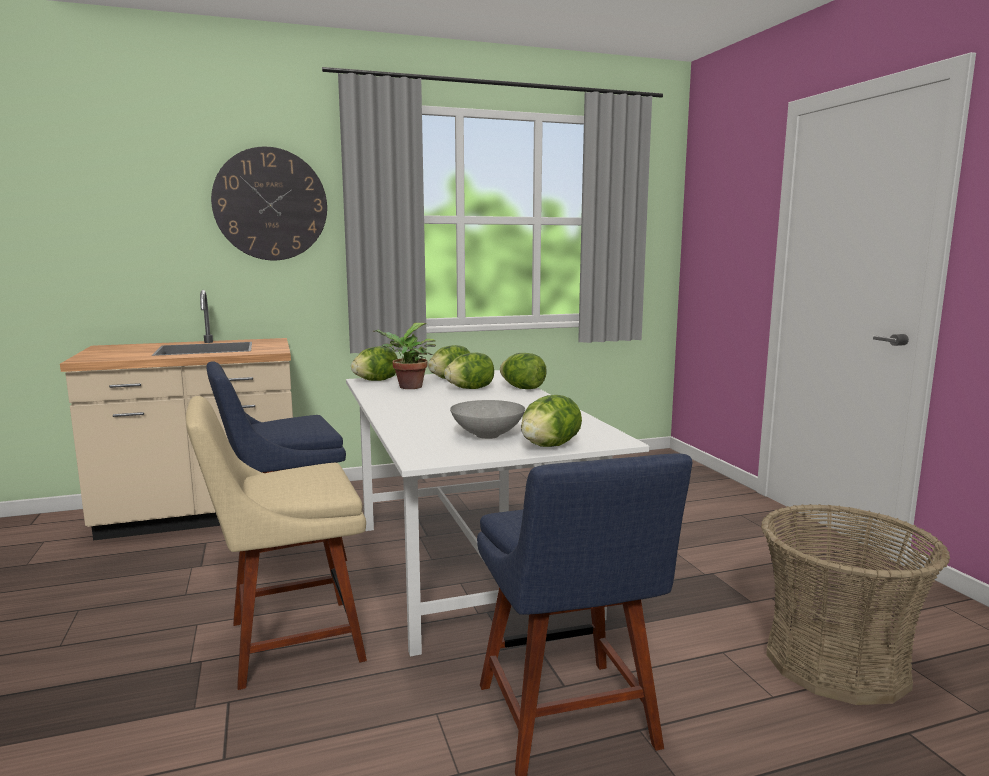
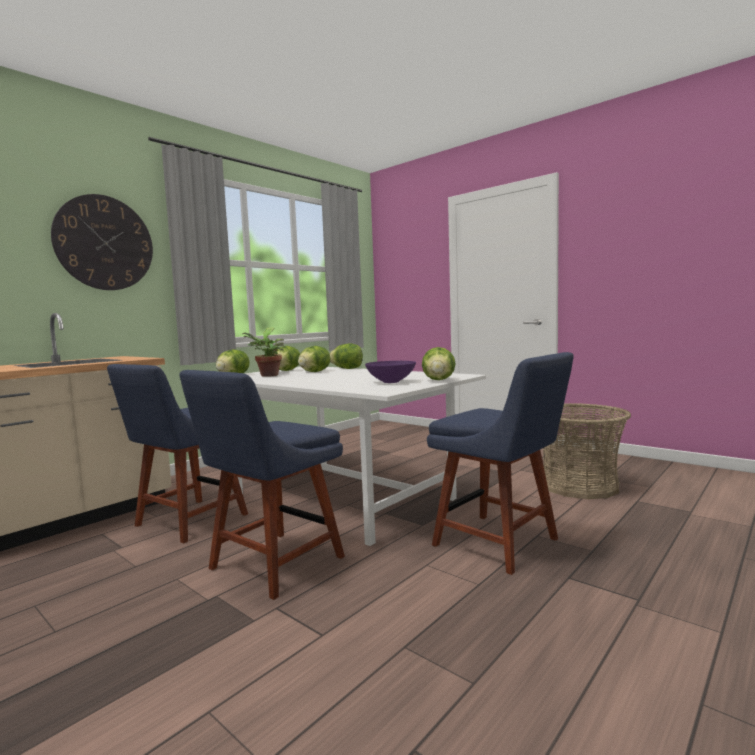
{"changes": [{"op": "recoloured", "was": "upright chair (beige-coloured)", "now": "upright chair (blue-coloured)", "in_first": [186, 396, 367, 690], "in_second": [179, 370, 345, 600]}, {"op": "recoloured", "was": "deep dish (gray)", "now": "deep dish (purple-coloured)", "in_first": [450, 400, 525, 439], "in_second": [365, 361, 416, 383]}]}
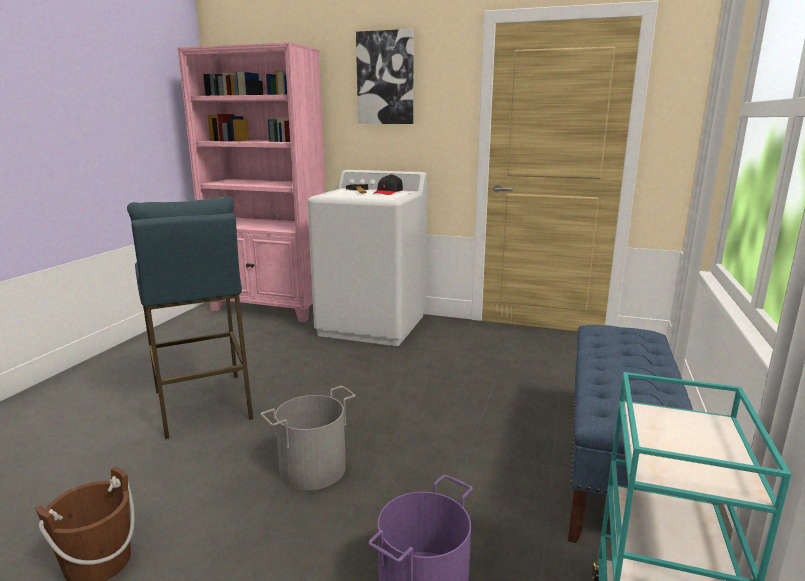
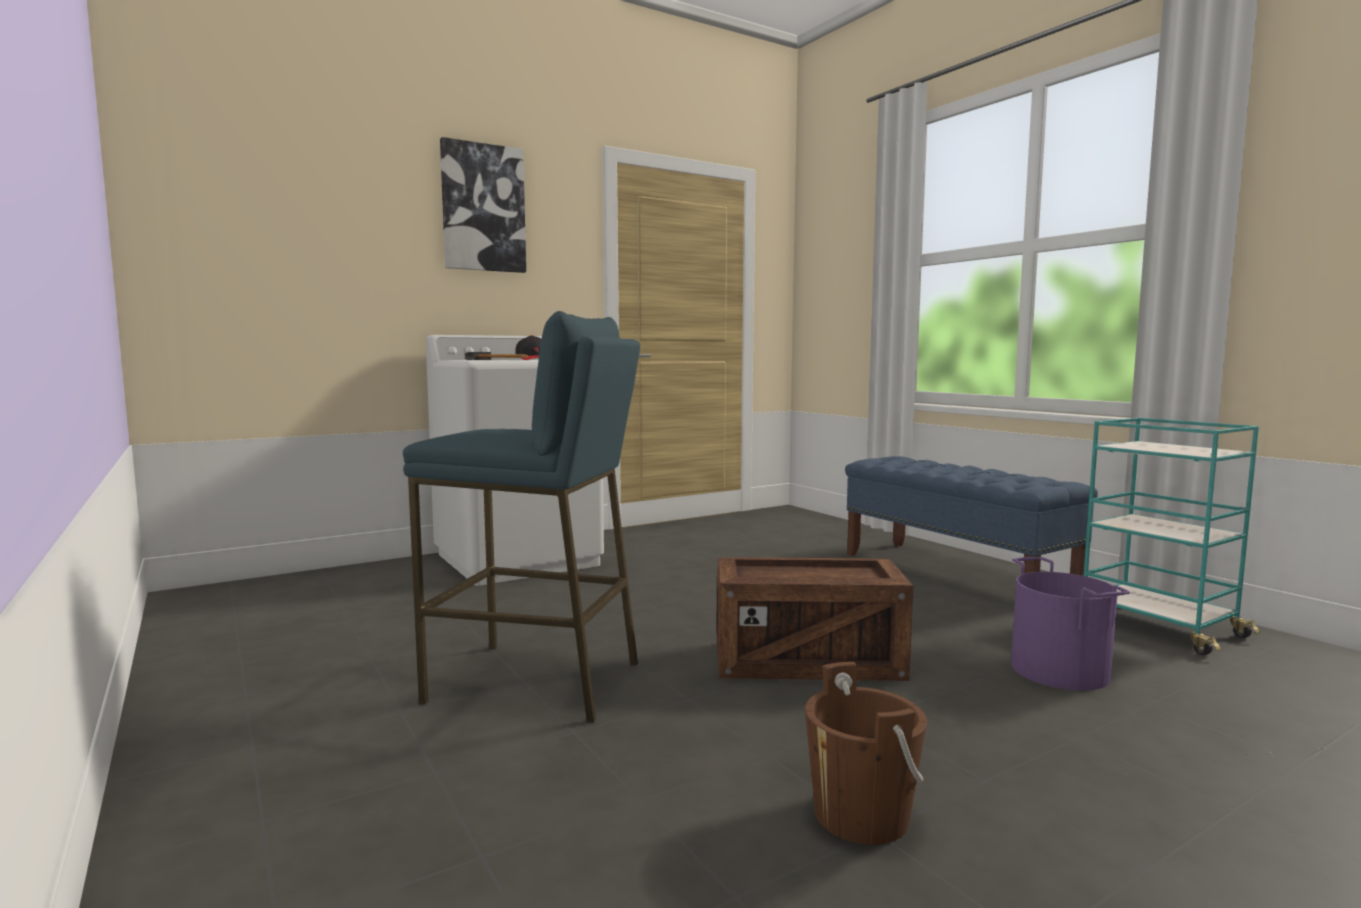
{"changes": [{"op": "removed", "was": "bookshelf (pinkish)", "in_first": [177, 42, 325, 322]}, {"op": "replaced", "was": "bucket (gray)", "now": "shipping crate", "in_first": [261, 386, 356, 490], "in_second": [716, 557, 913, 681]}]}
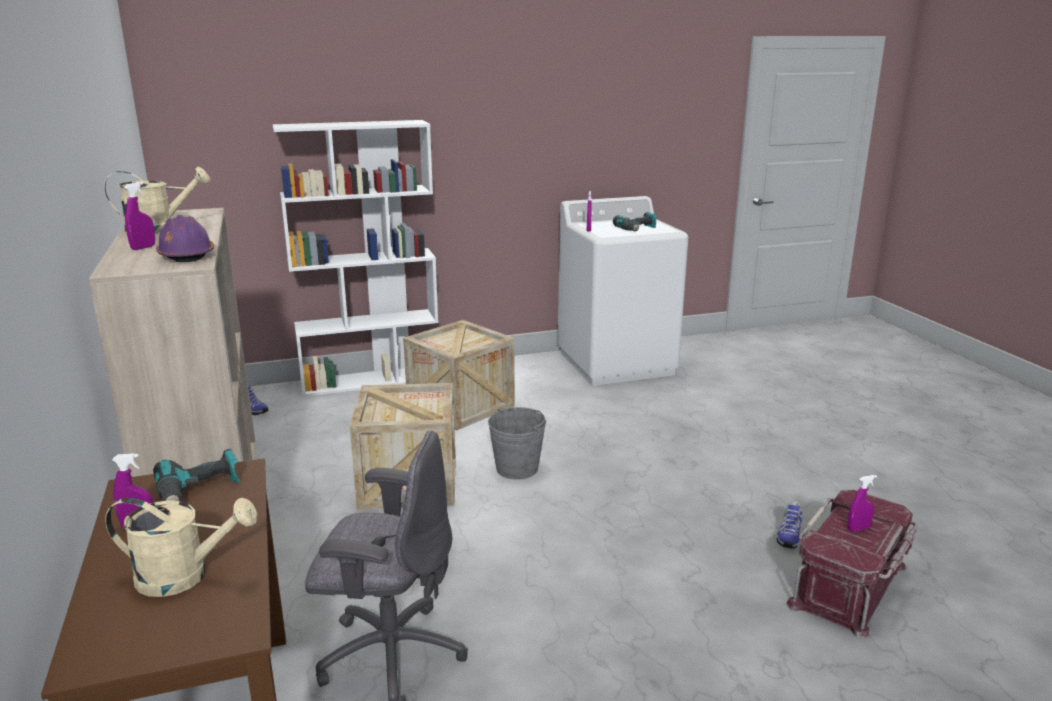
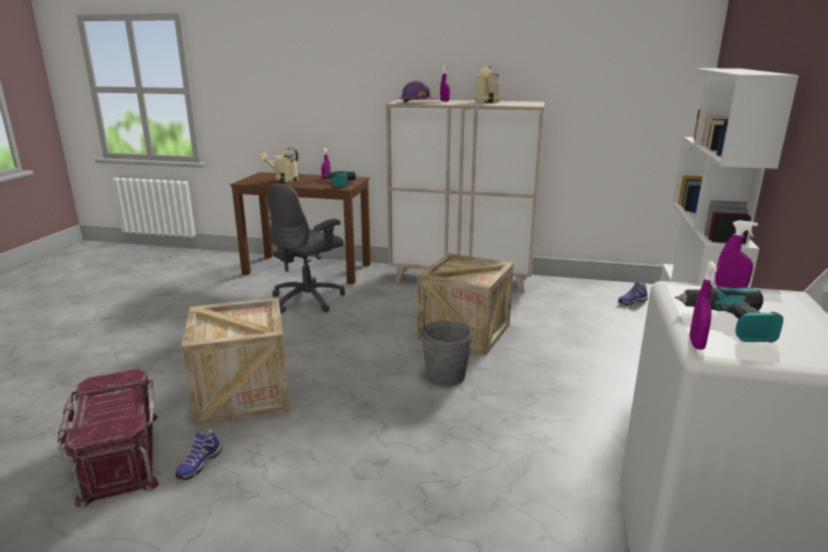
{"changes": [{"op": "moved", "was": "shipping crate", "in_first": [403, 320, 515, 431], "in_second": [181, 298, 290, 426]}, {"op": "moved", "was": "hand sprayer (purple-coloured)", "in_first": [848, 475, 877, 531], "in_second": [689, 261, 717, 350]}, {"op": "turned", "was": "shoe", "in_first": [776, 501, 802, 549], "in_second": [175, 429, 222, 480], "clockwise": -120}]}
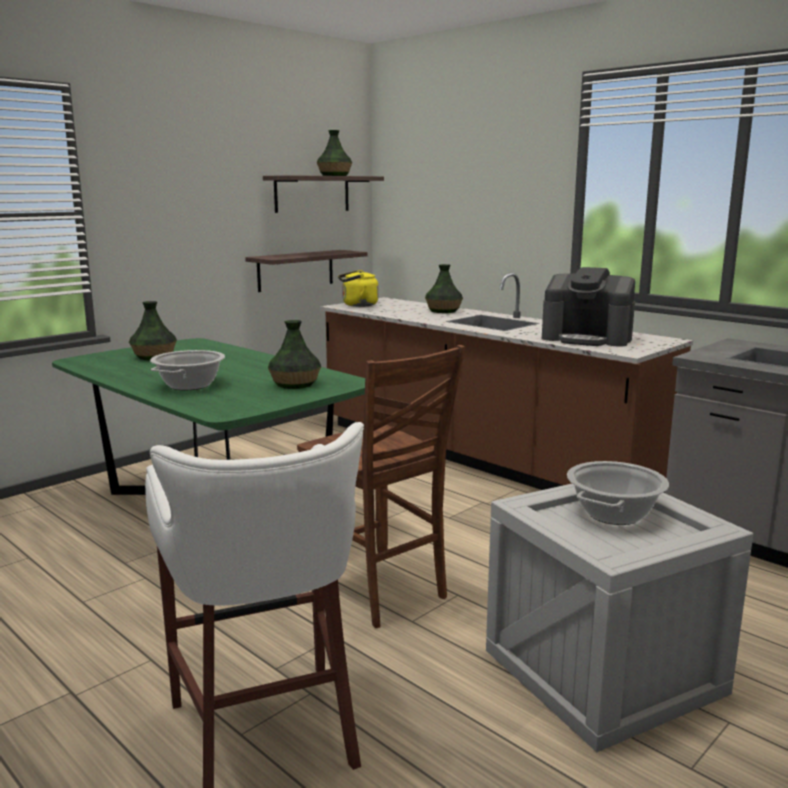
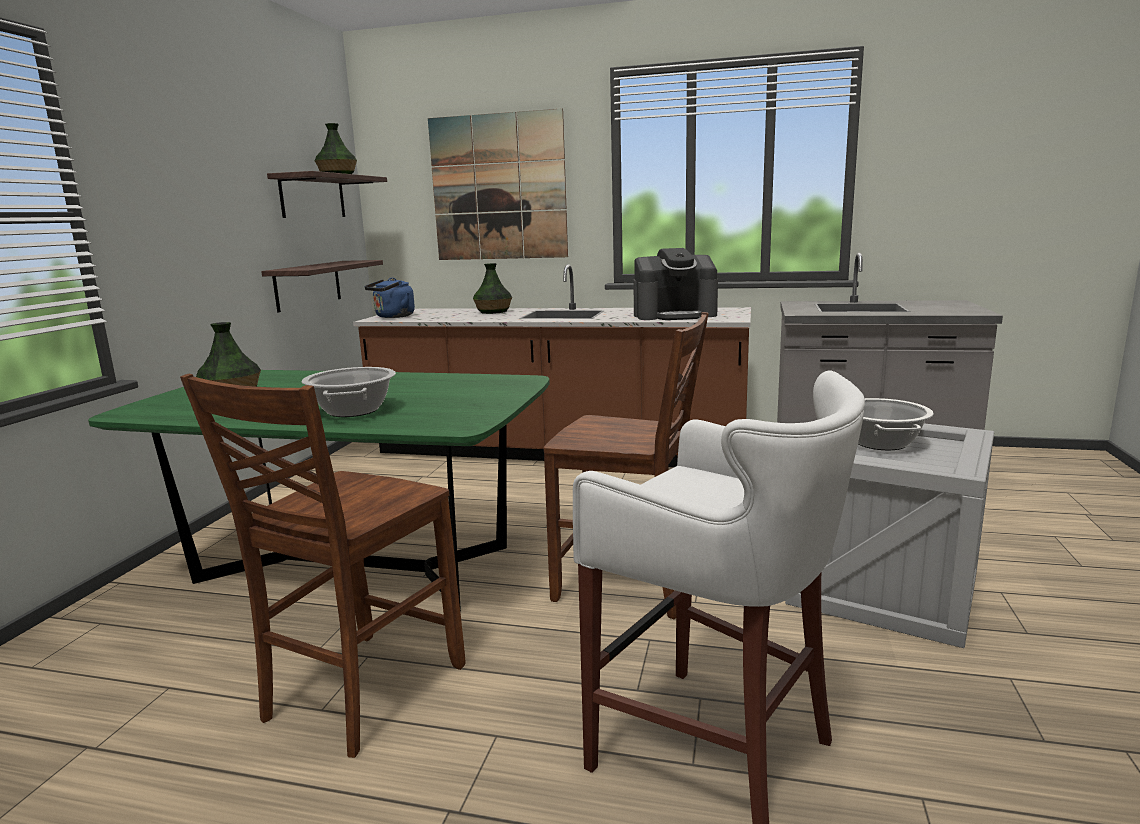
{"changes": [{"op": "recoloured", "was": "kettle (yellowish)", "now": "kettle (blue-coloured)", "in_first": [338, 270, 378, 307], "in_second": [364, 278, 415, 318]}, {"op": "removed", "was": "decorative vase", "in_first": [268, 320, 321, 389]}, {"op": "added", "now": "picture", "in_second": [428, 108, 568, 260]}, {"op": "added", "now": "upright chair (brownish)", "in_second": [180, 374, 465, 758]}]}
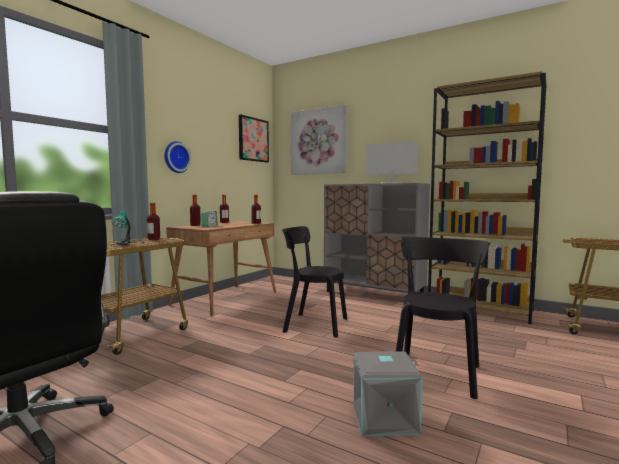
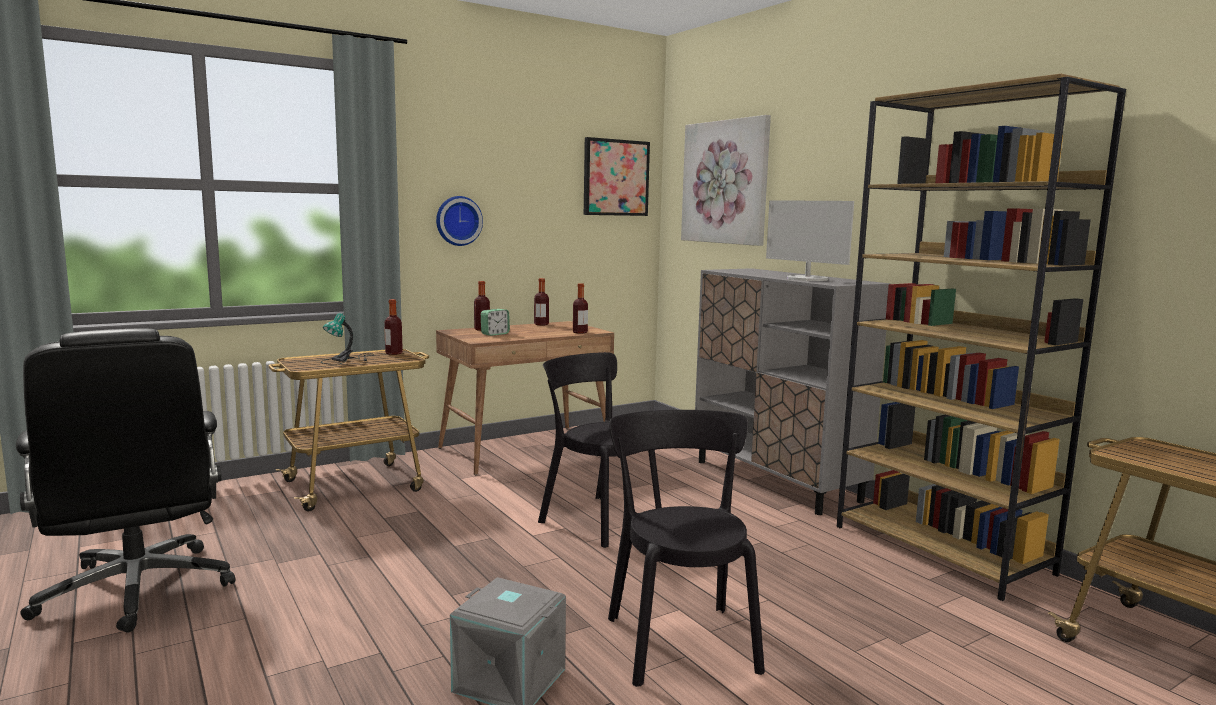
{"changes": [{"op": "turned", "was": "upright chair (black-coloured)", "in_first": [396, 237, 489, 399], "in_second": [608, 410, 765, 687], "clockwise": -60}]}
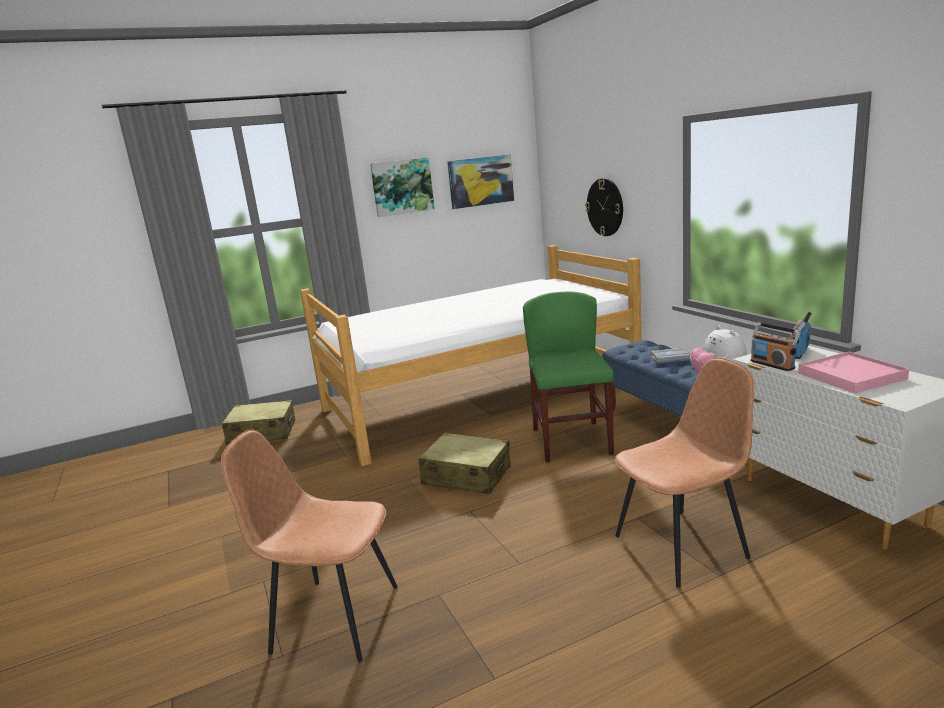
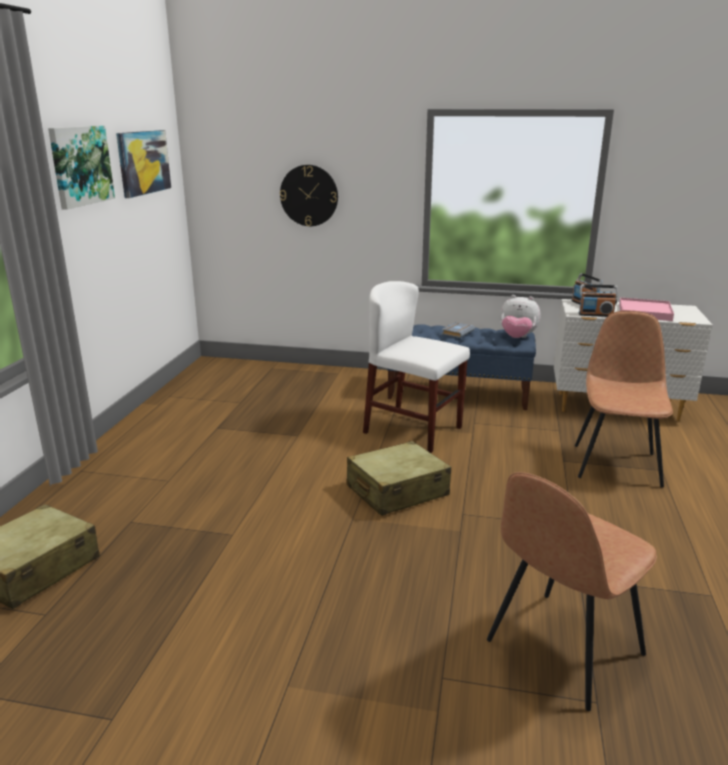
{"changes": [{"op": "removed", "was": "sleeping bed", "in_first": [300, 245, 642, 466]}, {"op": "recoloured", "was": "upright chair (green)", "now": "upright chair (white)", "in_first": [523, 291, 614, 463], "in_second": [363, 281, 470, 453]}]}
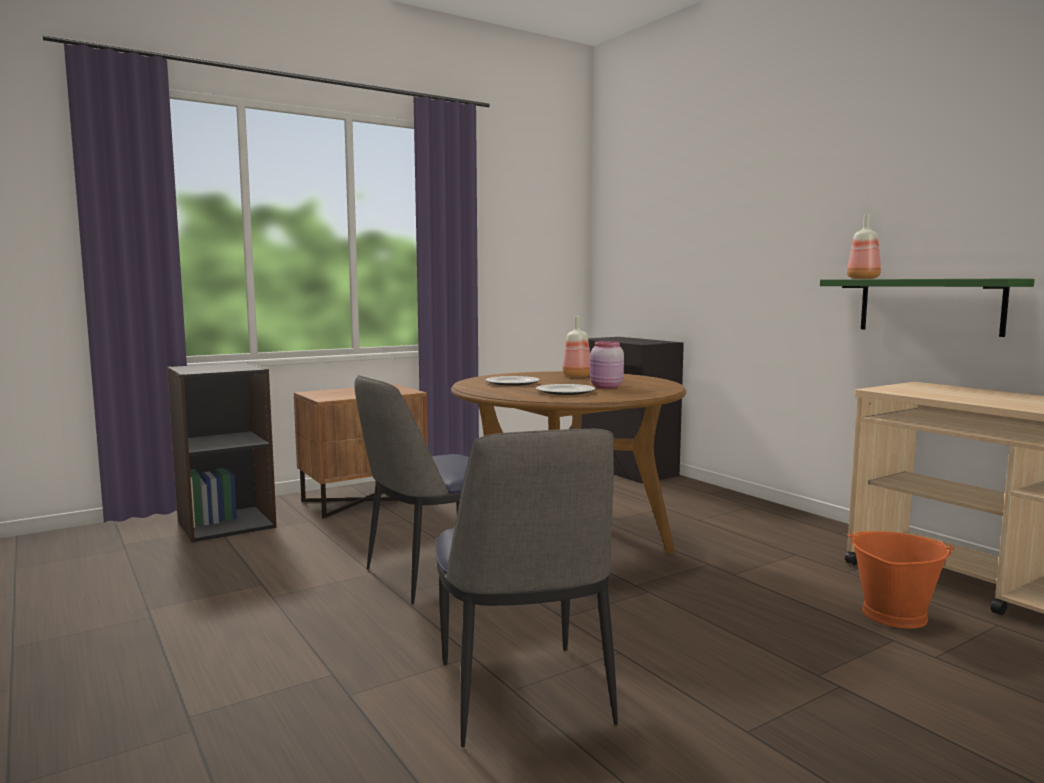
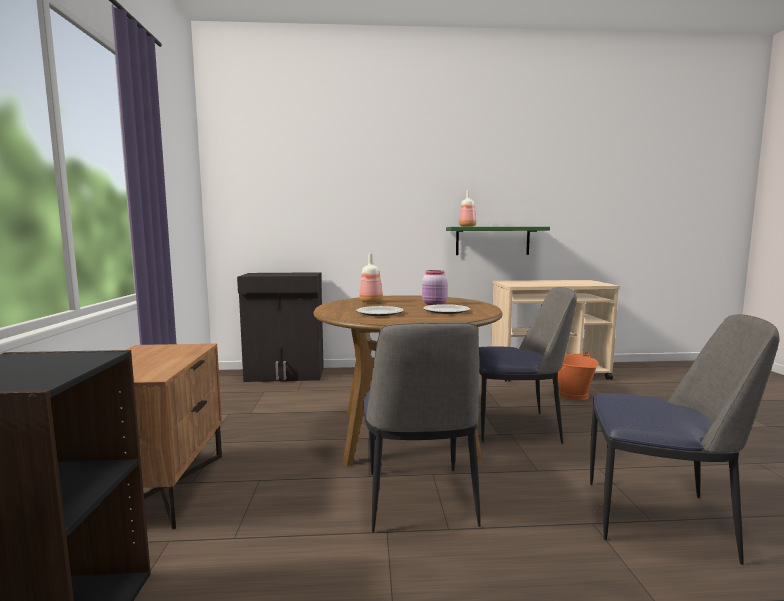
{"changes": [{"op": "added", "now": "upright chair", "in_second": [479, 287, 577, 444]}]}
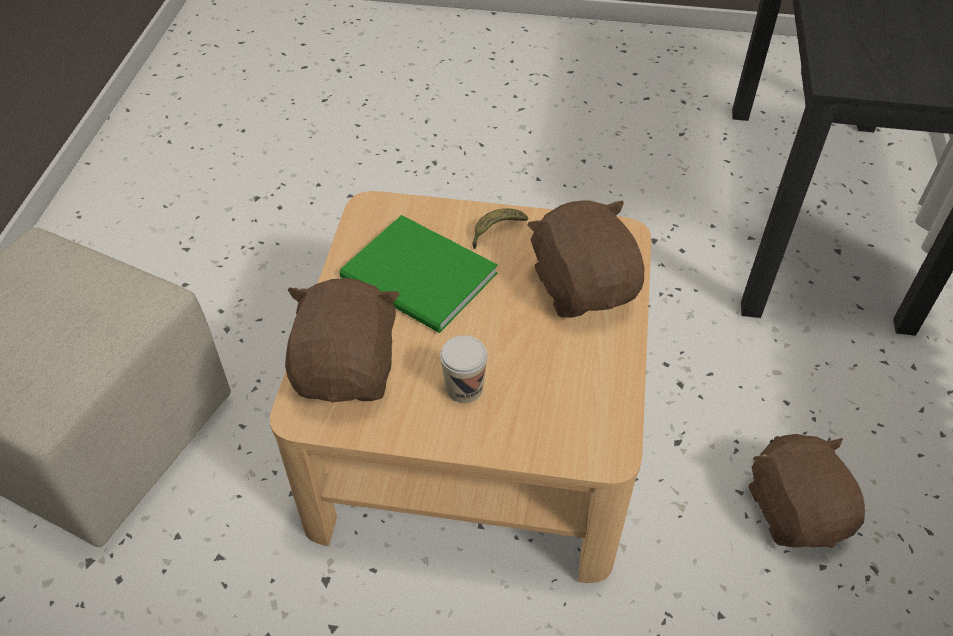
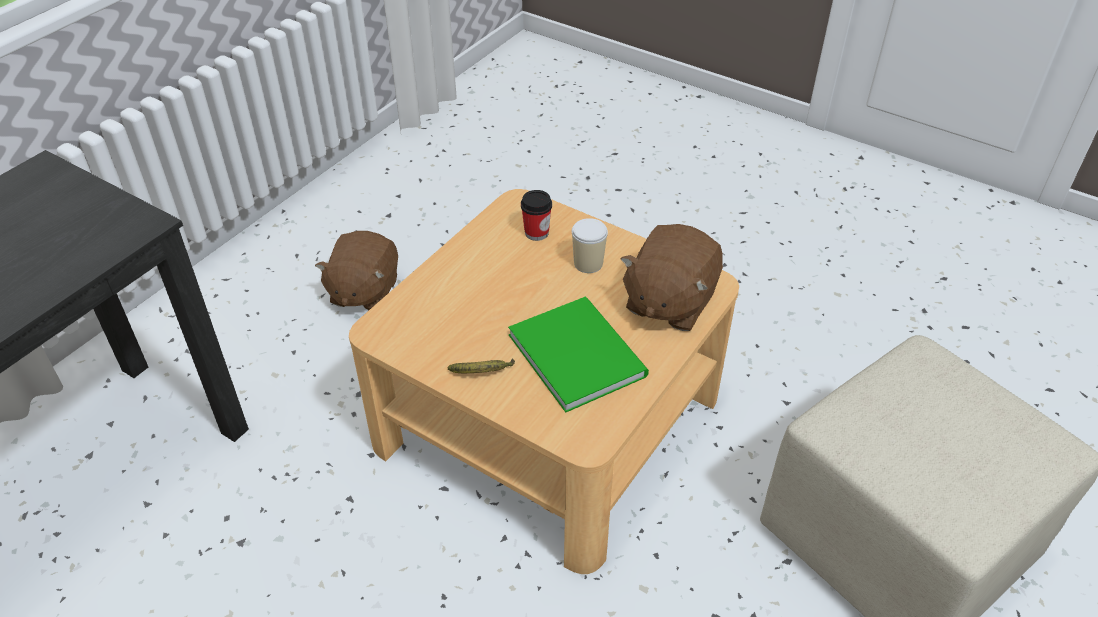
{"changes": [{"op": "removed", "was": "cuddly toy (brownish)", "in_first": [527, 200, 644, 318]}, {"op": "added", "now": "small cup", "in_second": [521, 190, 552, 241]}]}
